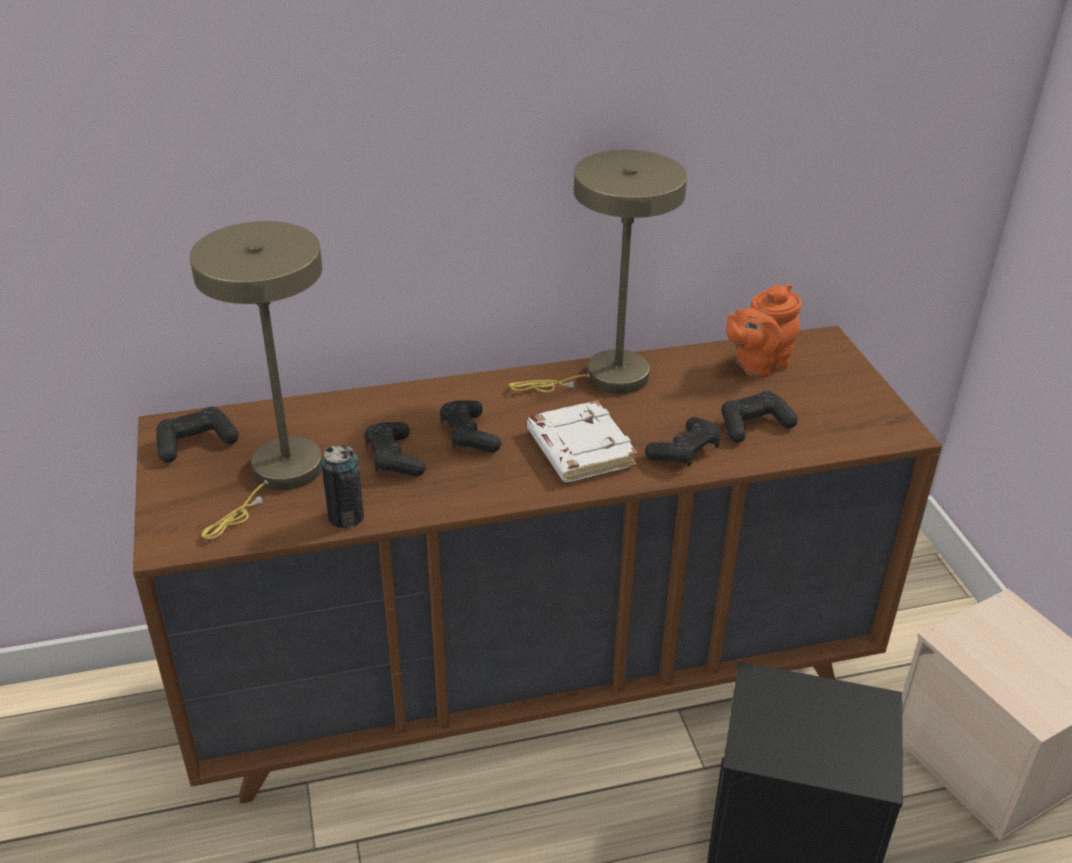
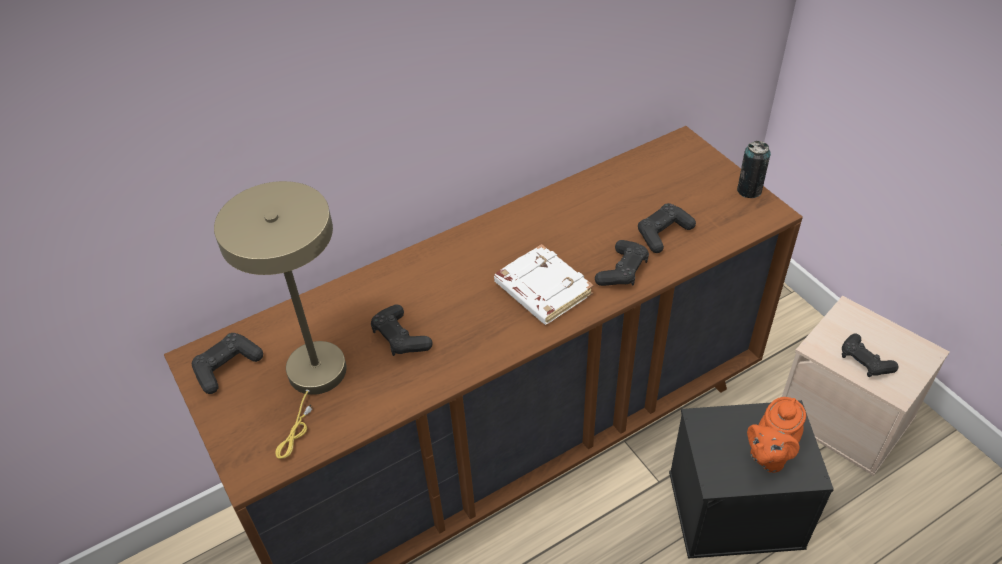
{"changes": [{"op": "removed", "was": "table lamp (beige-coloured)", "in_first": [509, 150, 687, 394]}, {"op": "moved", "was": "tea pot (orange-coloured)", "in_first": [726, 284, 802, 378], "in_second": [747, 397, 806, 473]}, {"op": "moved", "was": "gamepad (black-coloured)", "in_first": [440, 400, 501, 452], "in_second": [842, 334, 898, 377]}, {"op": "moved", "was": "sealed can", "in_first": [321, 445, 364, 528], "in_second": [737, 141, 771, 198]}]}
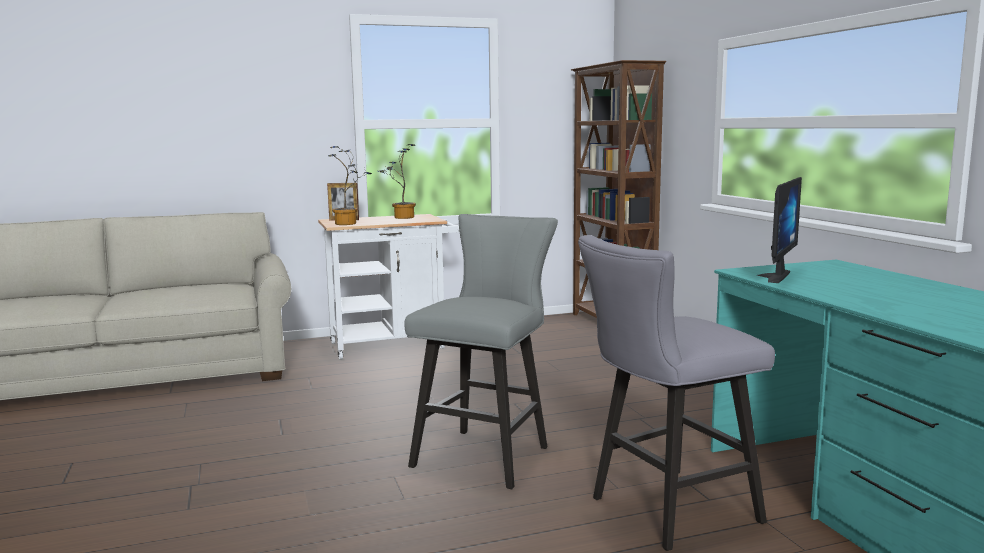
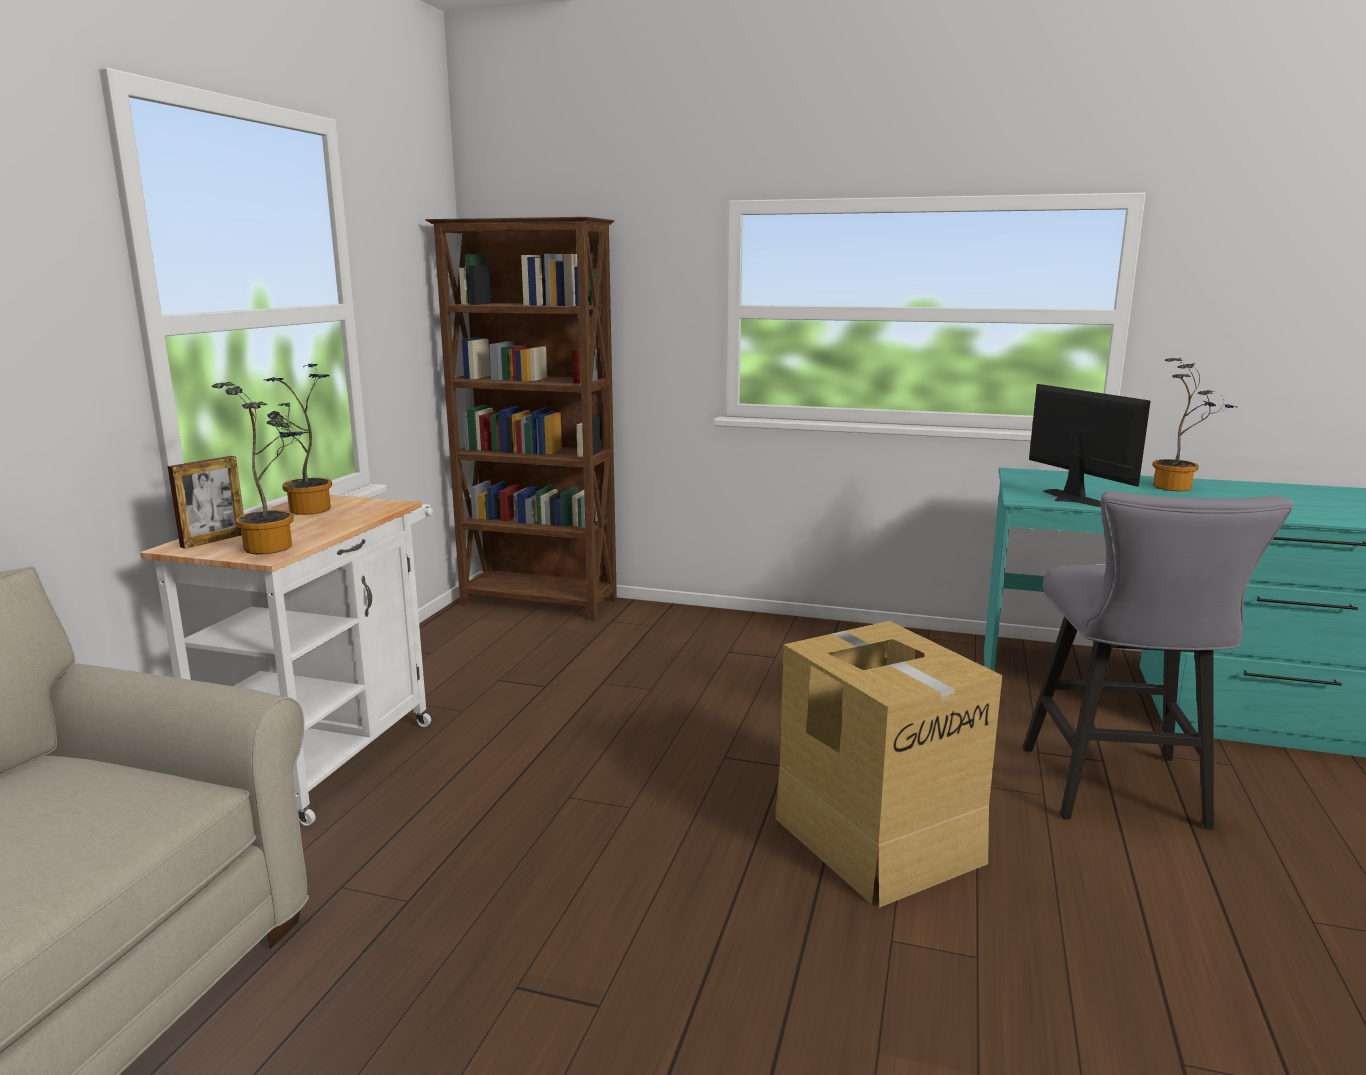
{"changes": [{"op": "replaced", "was": "stool seat (gray)", "now": "carton", "in_first": [404, 214, 558, 489], "in_second": [775, 621, 1002, 908]}, {"op": "added", "now": "plant in a pot", "in_second": [1152, 358, 1237, 491]}]}
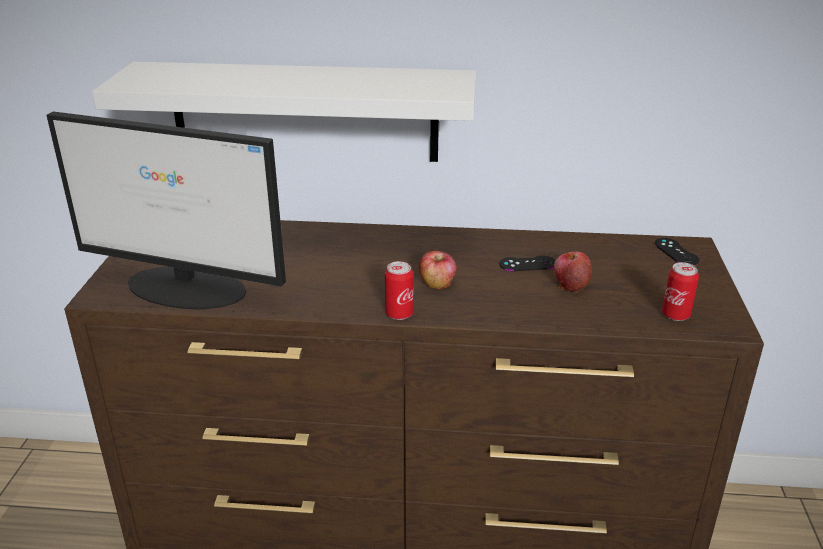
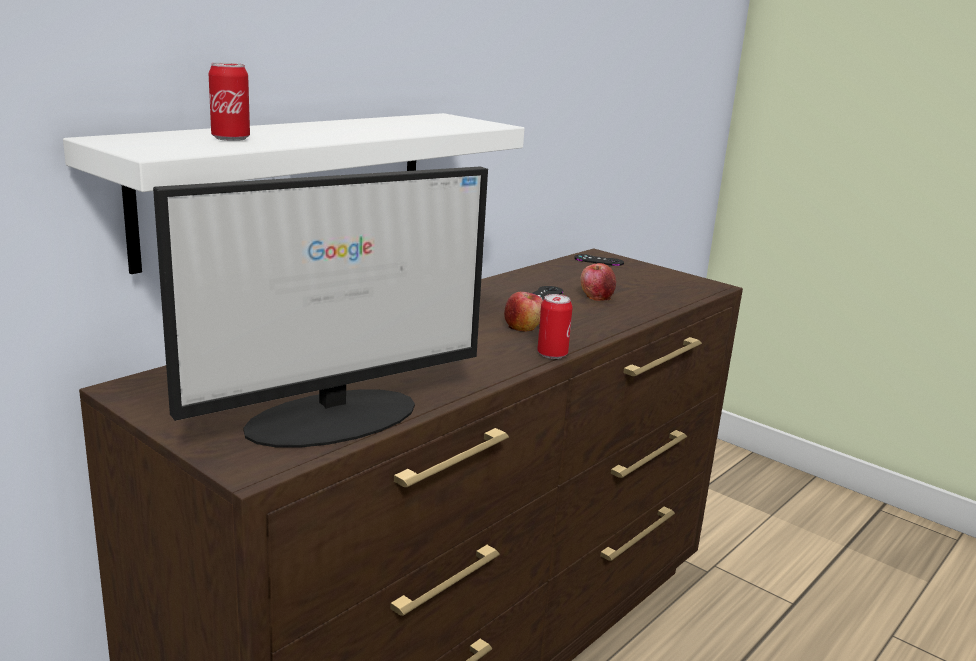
{"changes": [{"op": "moved", "was": "sealed can", "in_first": [662, 262, 699, 321], "in_second": [209, 62, 250, 141]}]}
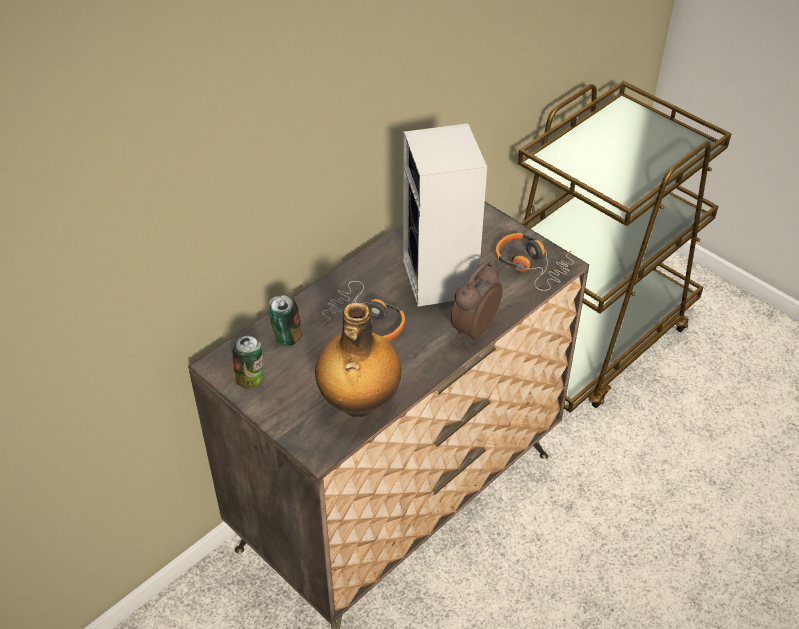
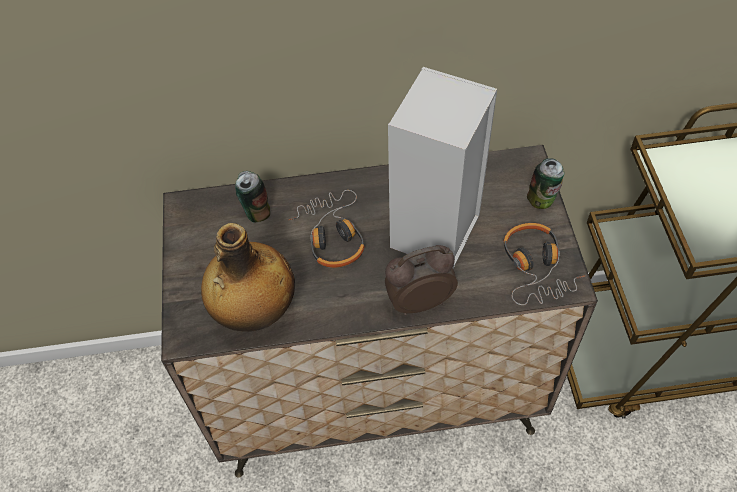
{"changes": [{"op": "moved", "was": "sealed can", "in_first": [233, 336, 264, 389], "in_second": [527, 158, 564, 209]}]}
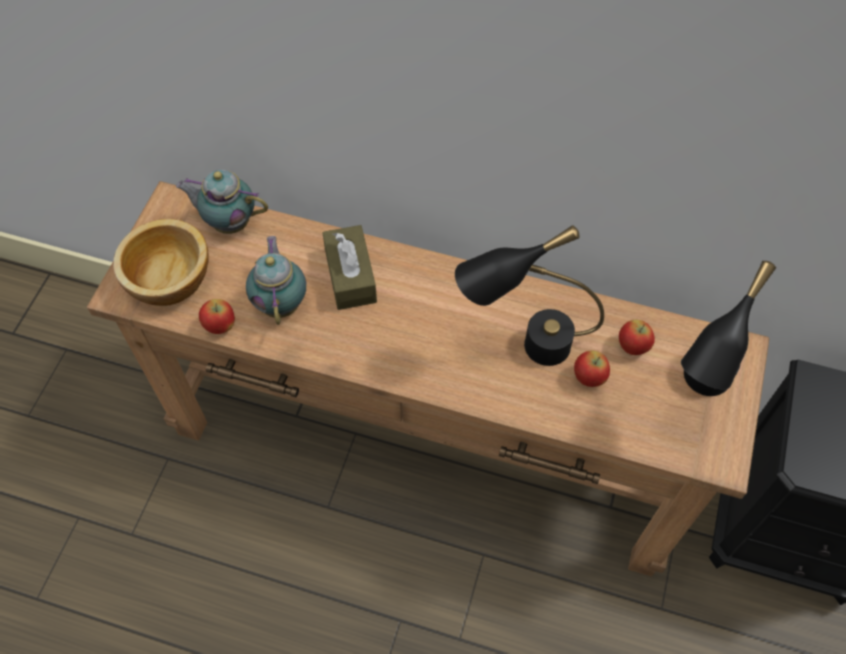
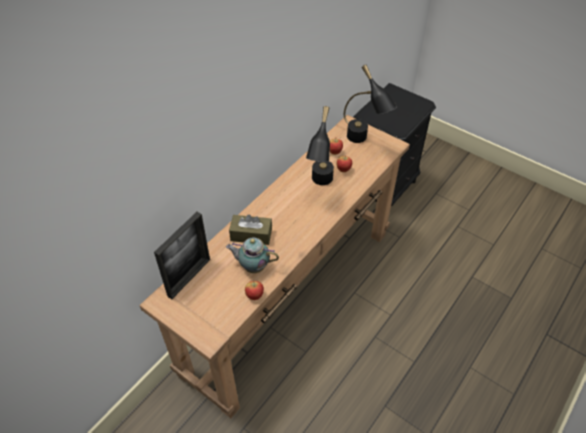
{"changes": [{"op": "replaced", "was": "tea pot", "now": "picture frame", "in_first": [176, 169, 268, 234], "in_second": [154, 212, 210, 299]}, {"op": "removed", "was": "deep dish", "in_first": [113, 219, 208, 306]}]}
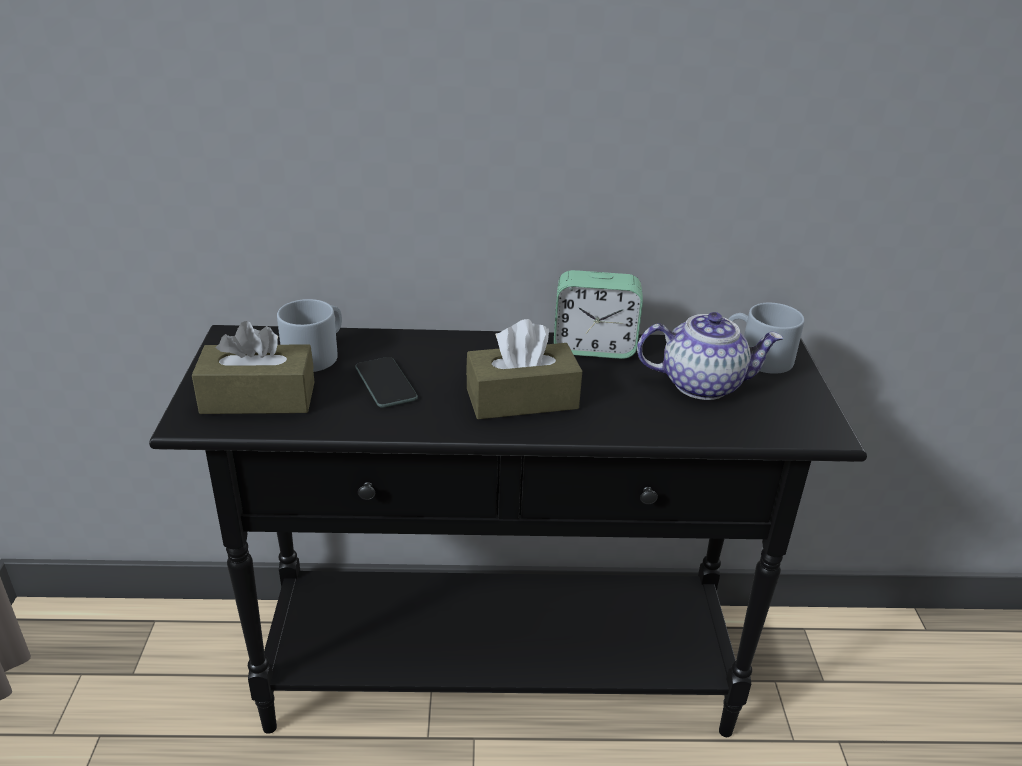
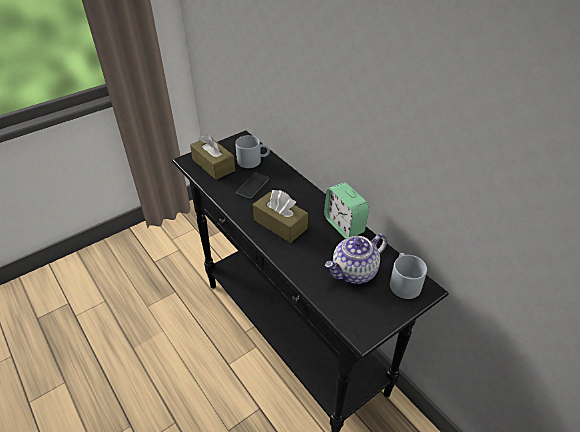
{"changes": [{"op": "turned", "was": "tea pot", "in_first": [637, 312, 783, 400], "in_second": [325, 233, 387, 284], "clockwise": 90}]}
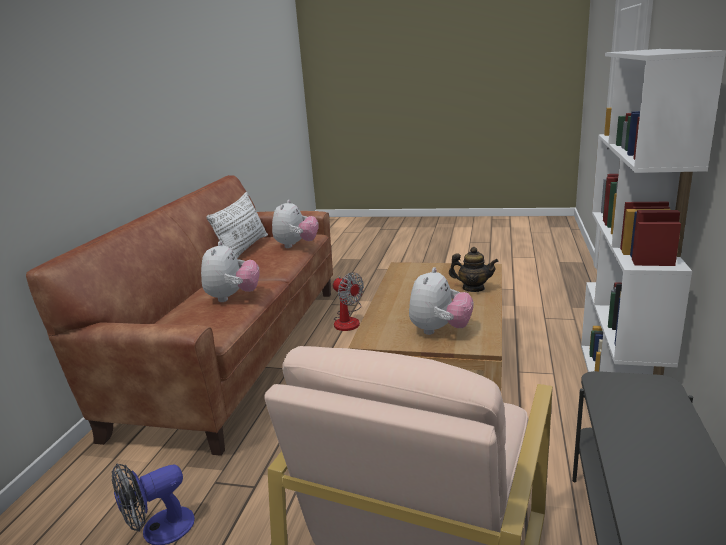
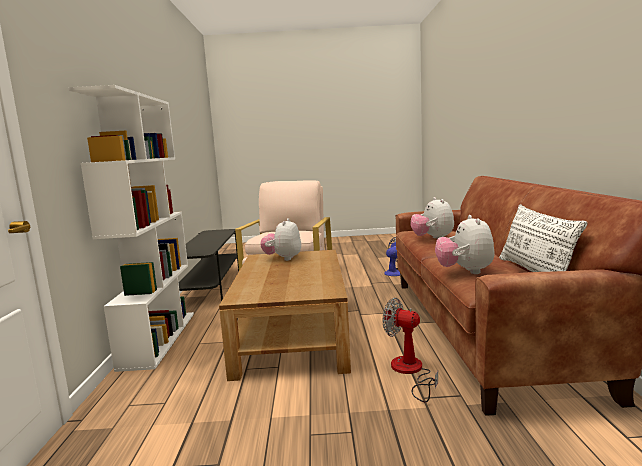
{"changes": [{"op": "removed", "was": "tea pot", "in_first": [449, 247, 499, 292]}]}
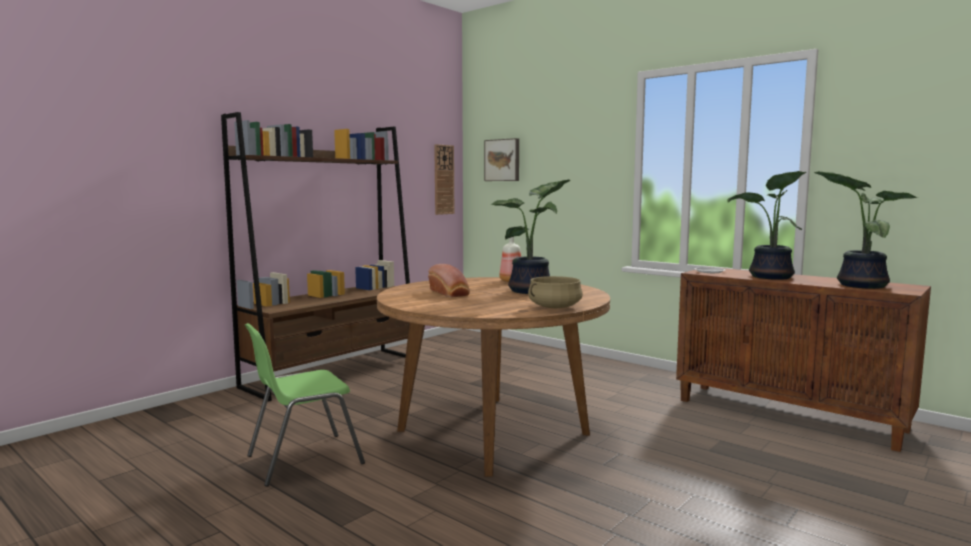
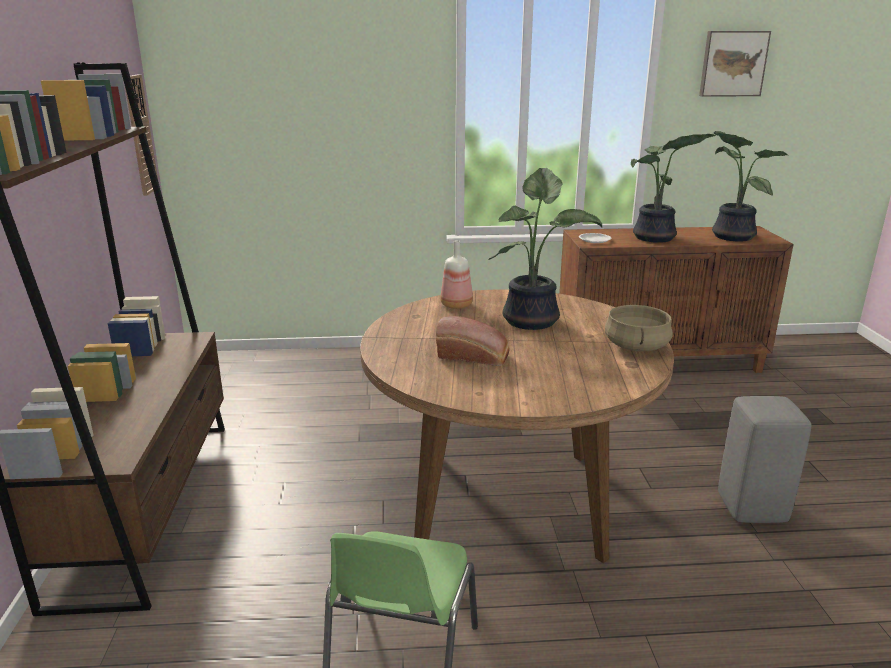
{"changes": [{"op": "moved", "was": "picture", "in_first": [484, 138, 519, 181], "in_second": [699, 31, 771, 97]}, {"op": "added", "now": "stool seat (gray)", "in_second": [718, 396, 811, 523]}]}
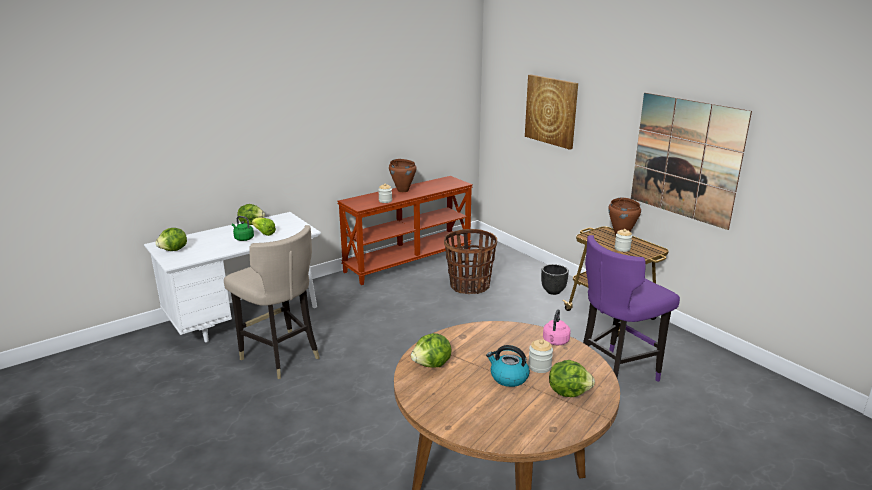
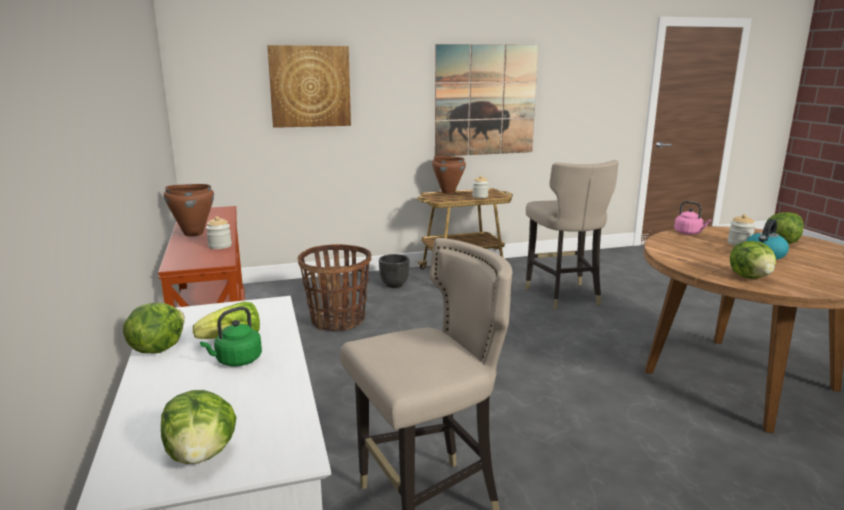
{"changes": [{"op": "recoloured", "was": "stool seat (purple-coloured)", "now": "stool seat (beige-coloured)", "in_first": [583, 235, 680, 382], "in_second": [525, 160, 619, 310]}]}
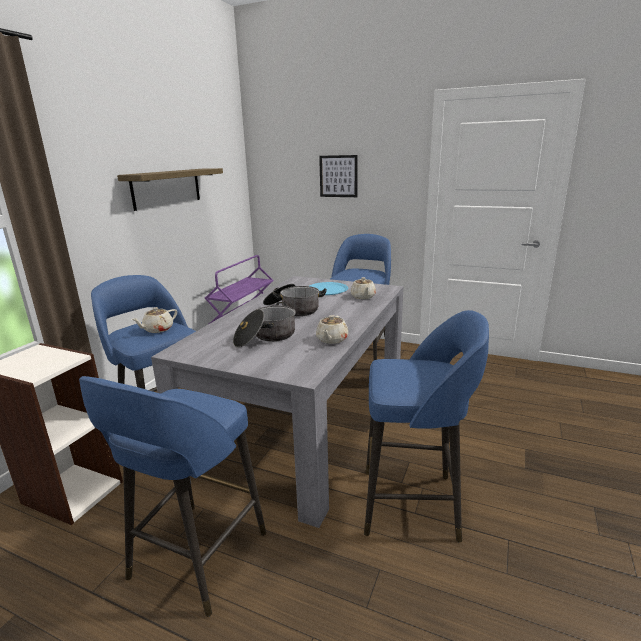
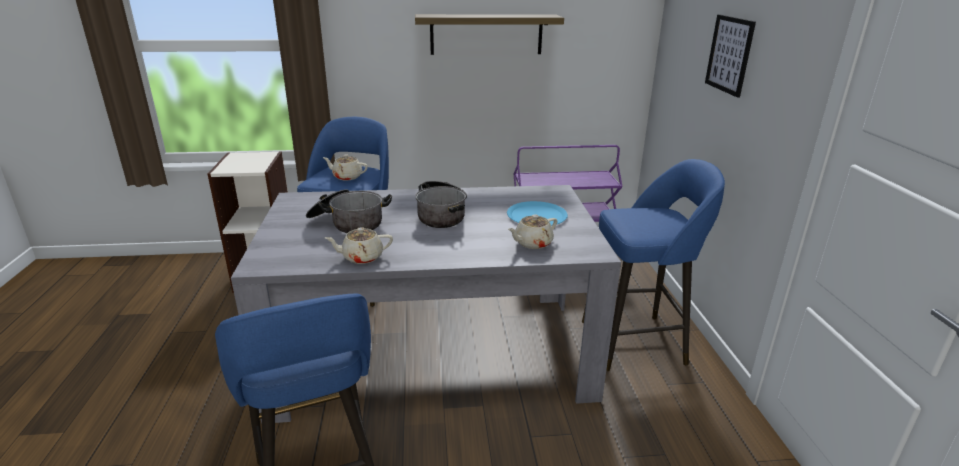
{"changes": [{"op": "removed", "was": "stool seat (blue-coloured)", "in_first": [79, 376, 266, 617]}]}
